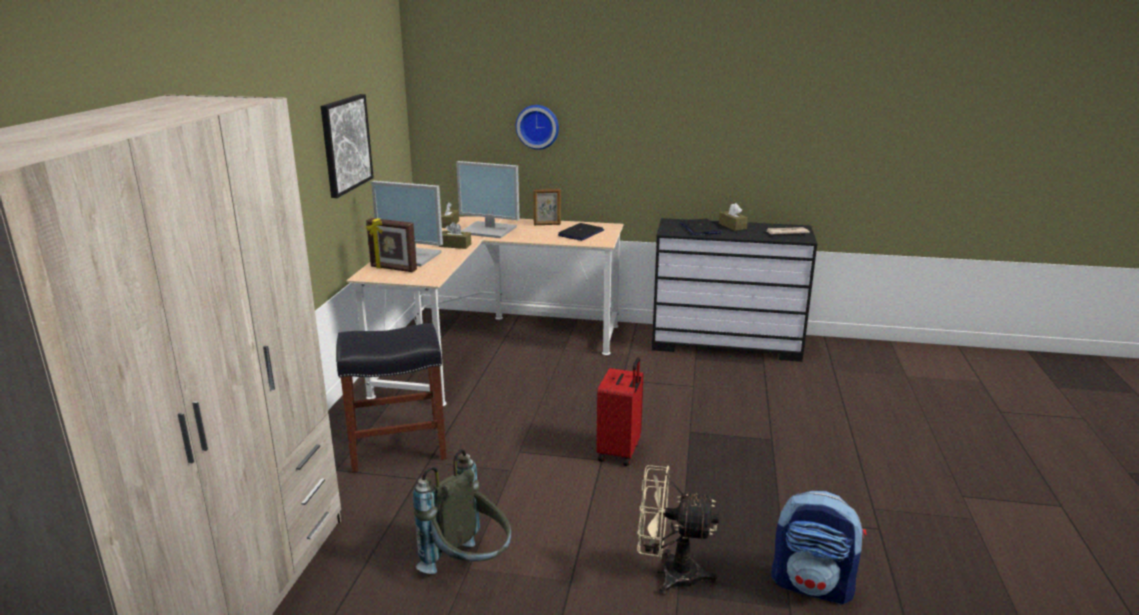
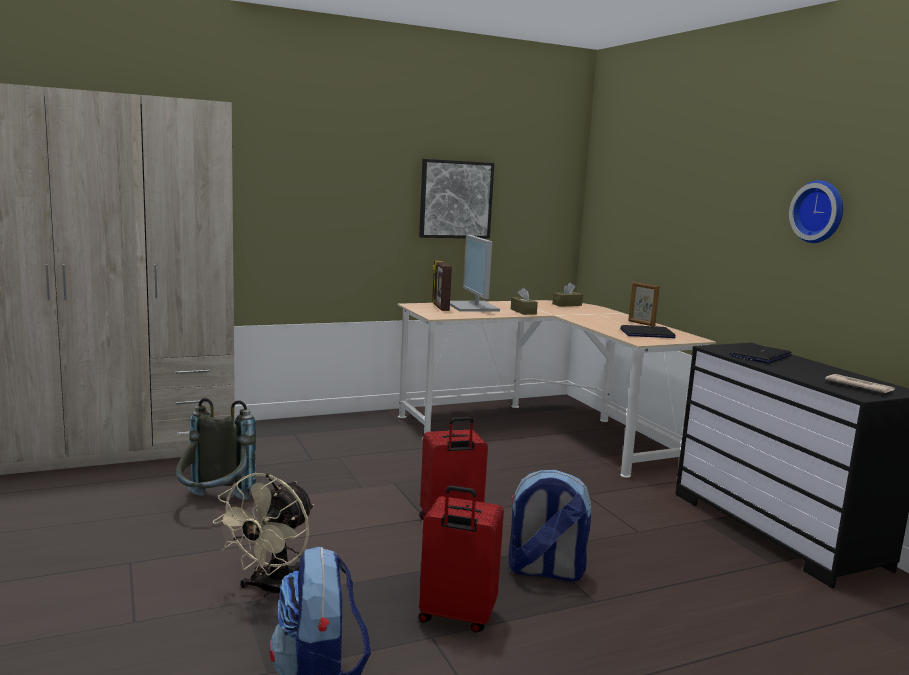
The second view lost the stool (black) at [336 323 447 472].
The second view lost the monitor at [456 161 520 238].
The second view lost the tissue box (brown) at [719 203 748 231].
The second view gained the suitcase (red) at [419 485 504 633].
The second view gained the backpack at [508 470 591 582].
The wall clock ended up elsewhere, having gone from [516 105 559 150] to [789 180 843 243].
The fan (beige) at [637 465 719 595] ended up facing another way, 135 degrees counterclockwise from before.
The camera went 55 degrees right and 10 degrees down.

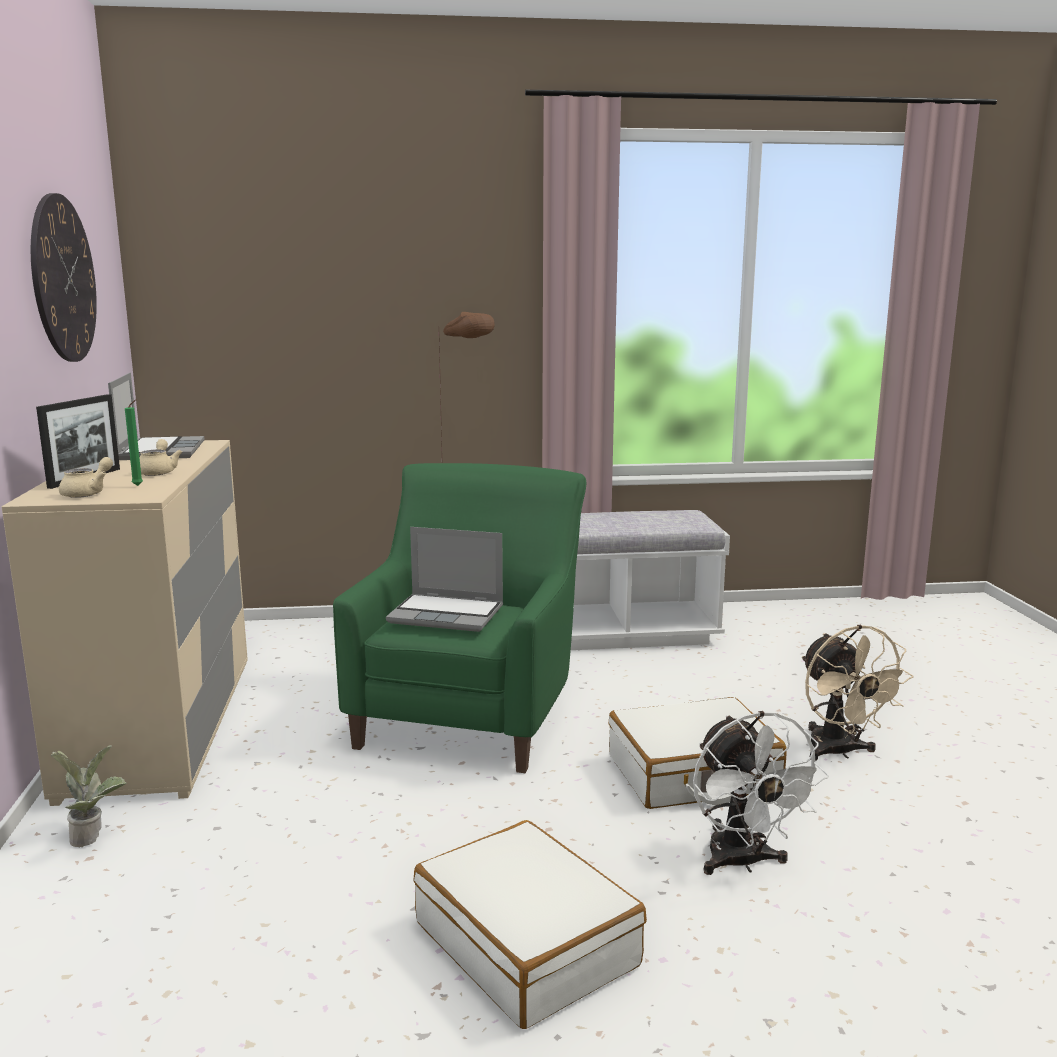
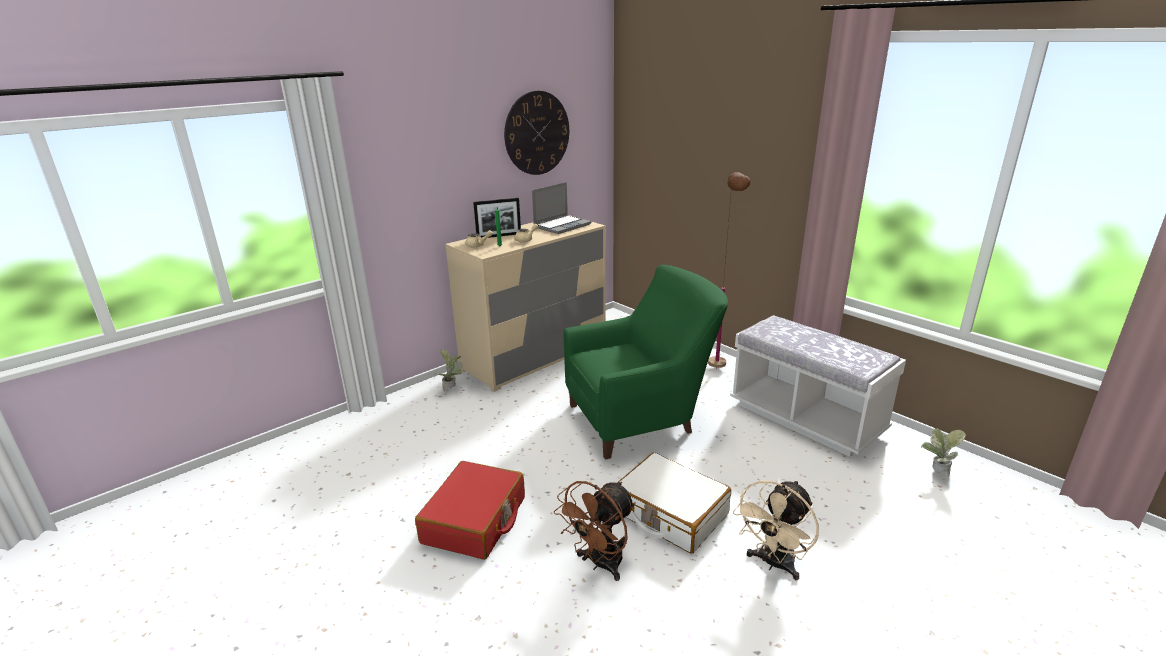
The second view lost the laptop at [386 527 503 632].
The second view gained the potted plant at [921 428 966 477].
What was the suitcase (white) at [413 820 647 1029] turned into the suitcase (red) at [415 461 525 560].
What was the fan (white) at [693 711 829 875] turned into the fan (brown) at [554 481 636 581].
The camera went 55 degrees right and 10 degrees up.

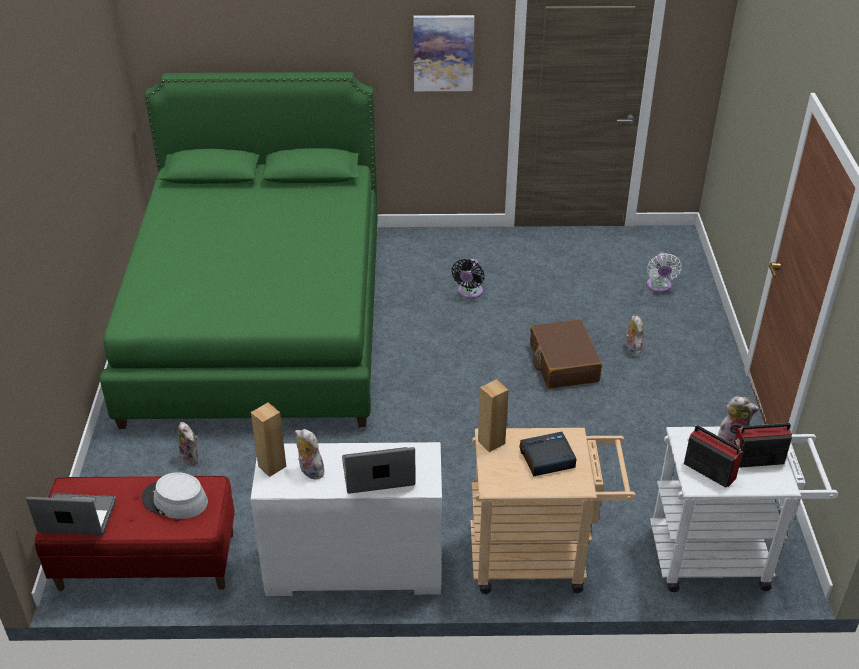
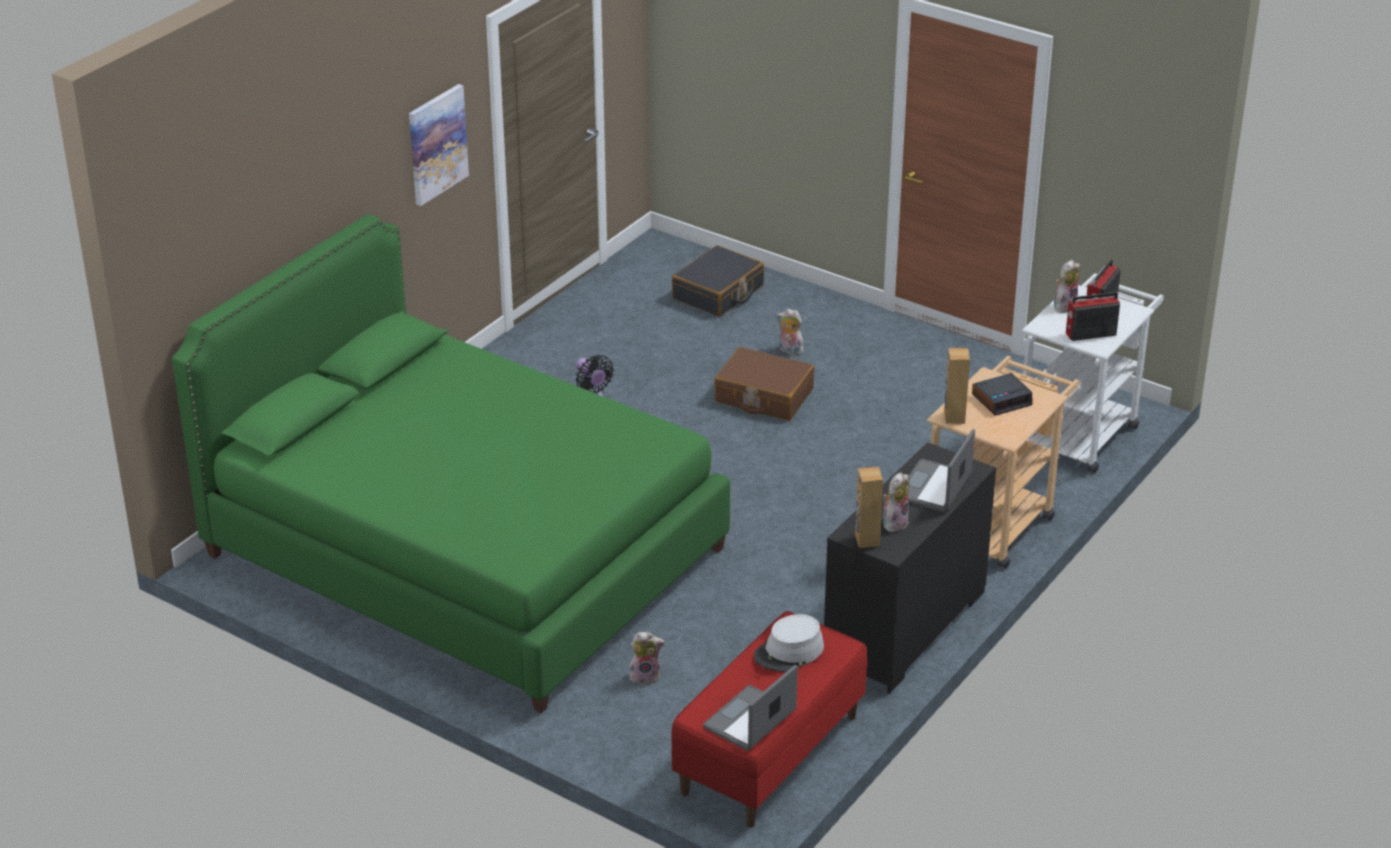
Where the fan (white) stood at [647 252 682 292], the suitcase (black) came to stand at [672 245 764 316].
What was the dresser (white) at [250 442 442 596] turned into the dresser (black) at [824 442 996 694].
The plush toy at [295 429 324 480] ended up facing another way, 135 degrees clockwise from before.
The alarm clock at [519 432 576 477] ended up facing another way, 135 degrees counterclockwise from before.
The camera went 55 degrees left and 5 degrees down.

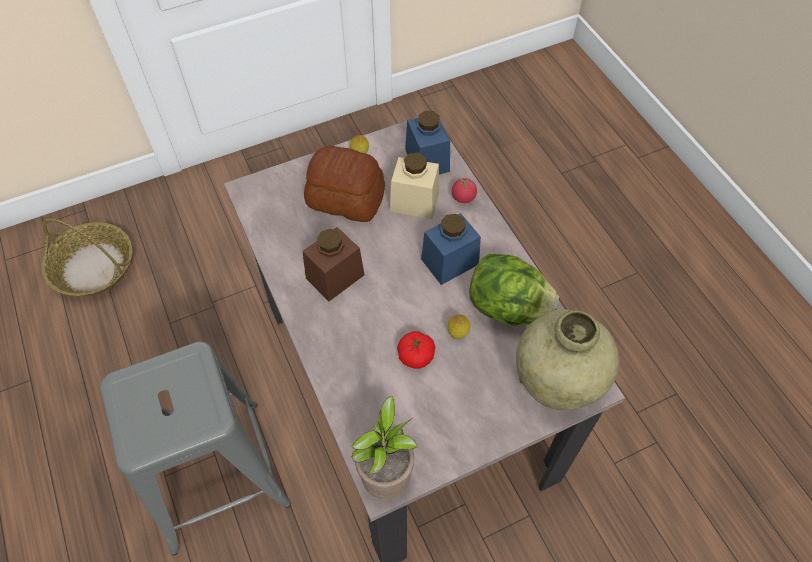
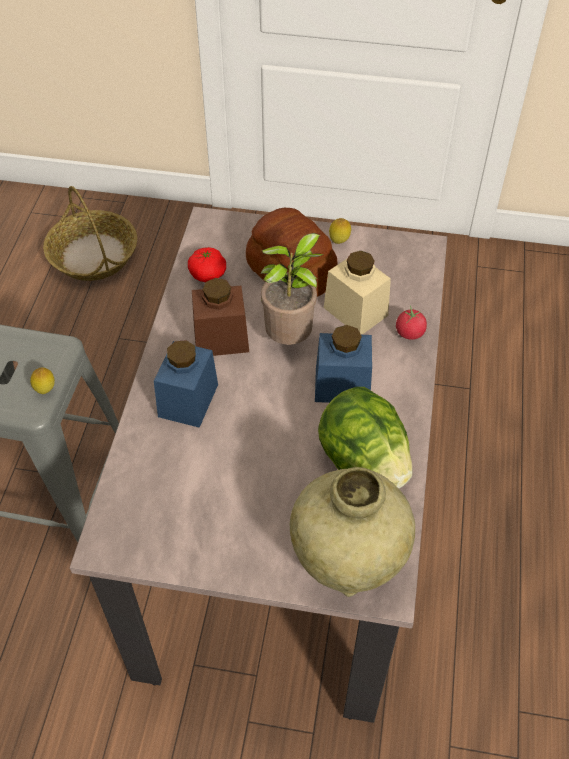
The potted plant ended up elsewhere, having gone from [351 396 418 499] to [261 233 323 345].
The tomato ended up elsewhere, having gone from [397 331 435 369] to [188 247 226 282].
The jar (blue) ended up elsewhere, having gone from [405 111 450 175] to [154 340 218 428].
The lemon ended up elsewhere, having gone from [448 315 470 339] to [30 368 55 394].
The camera went 35 degrees right and 5 degrees down.

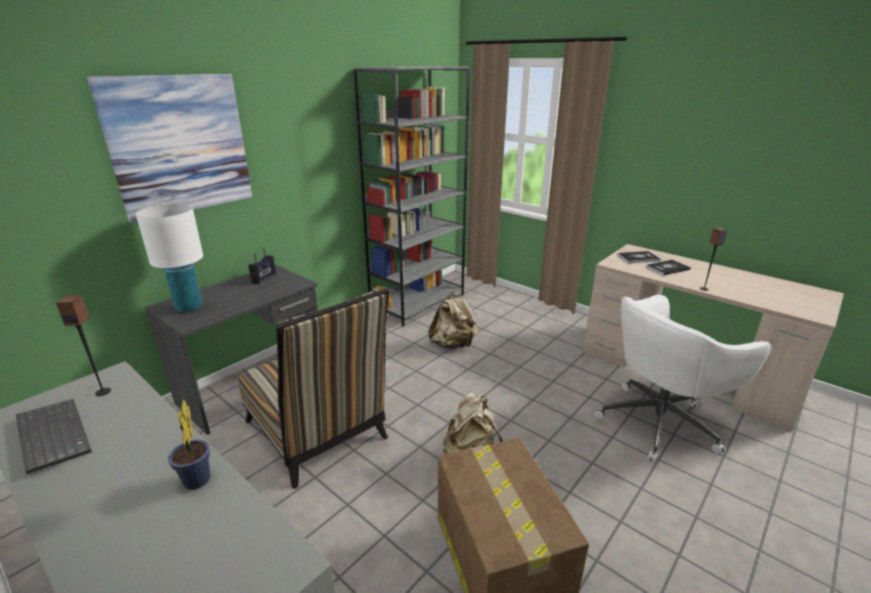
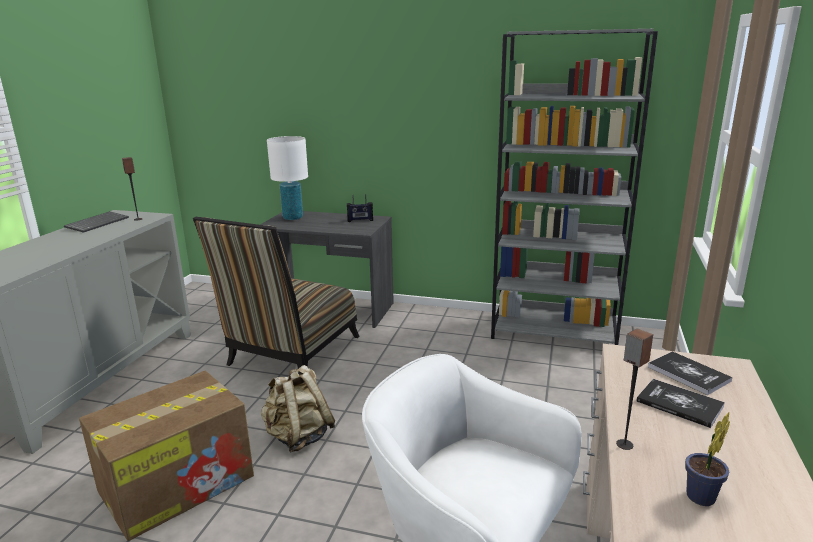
The second view lost the picture at [87 74 252 223].
The second view lost the backpack (beige) at [428 292 478 349].
The potted plant ended up elsewhere, having gone from [168 399 210 490] to [685 412 730 506].
The camera went 65 degrees right and 5 degrees down.

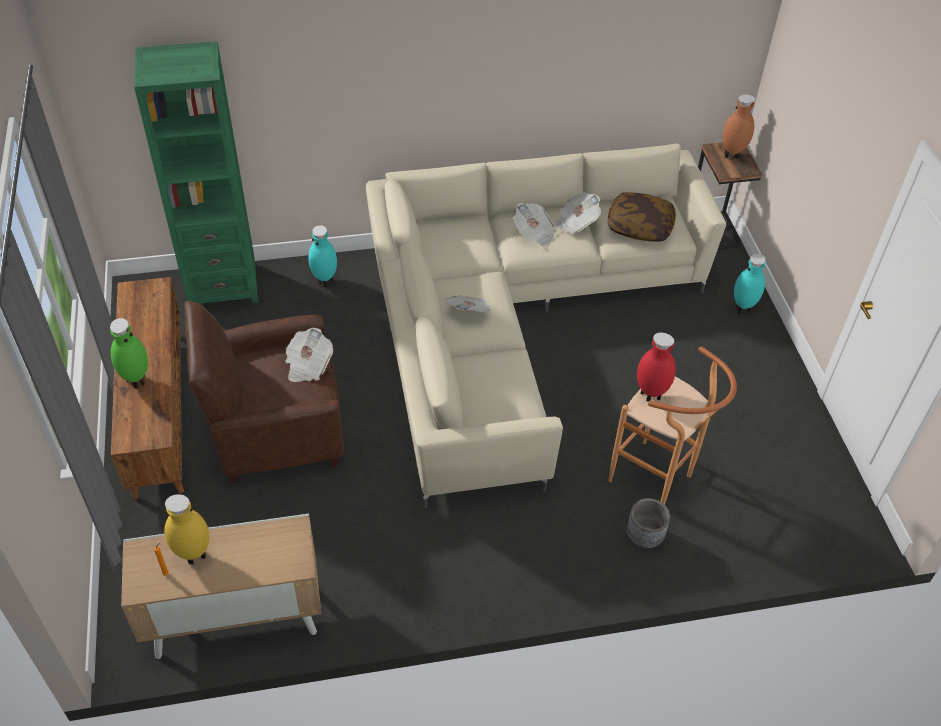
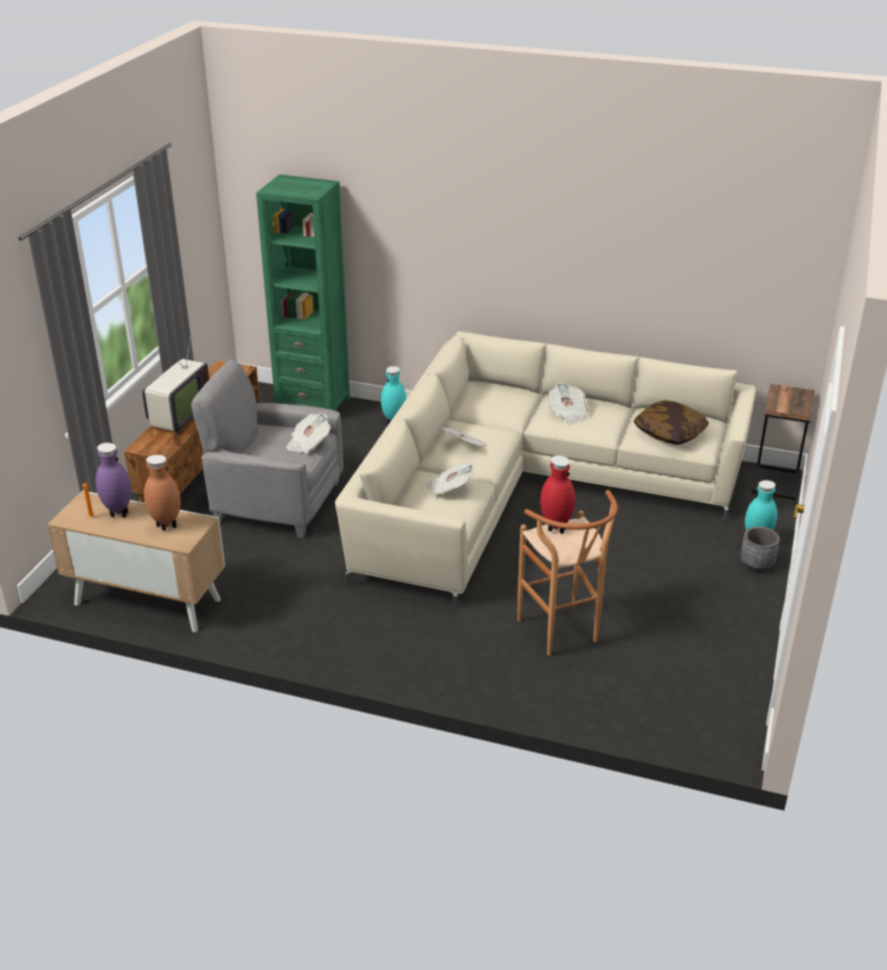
The newspaper ended up elsewhere, having gone from [554 192 601 235] to [426 461 474 497].
The planter (grey) ended up elsewhere, having gone from [627 498 670 548] to [741 527 780 573].
The vase (brown) ended up elsewhere, having gone from [723 94 755 159] to [144 455 181 531].
Where the vase (green) stood at [110 318 148 389], the television came to stand at [142 328 209 434].
What was the vase (yellow) at [165 494 209 565] turned into the vase (purple) at [96 443 132 518].
What was the armchair (brown) at [184 301 344 484] turned into the armchair (grey) at [191 360 343 538].
The camera went 30 degrees right and 15 degrees down.

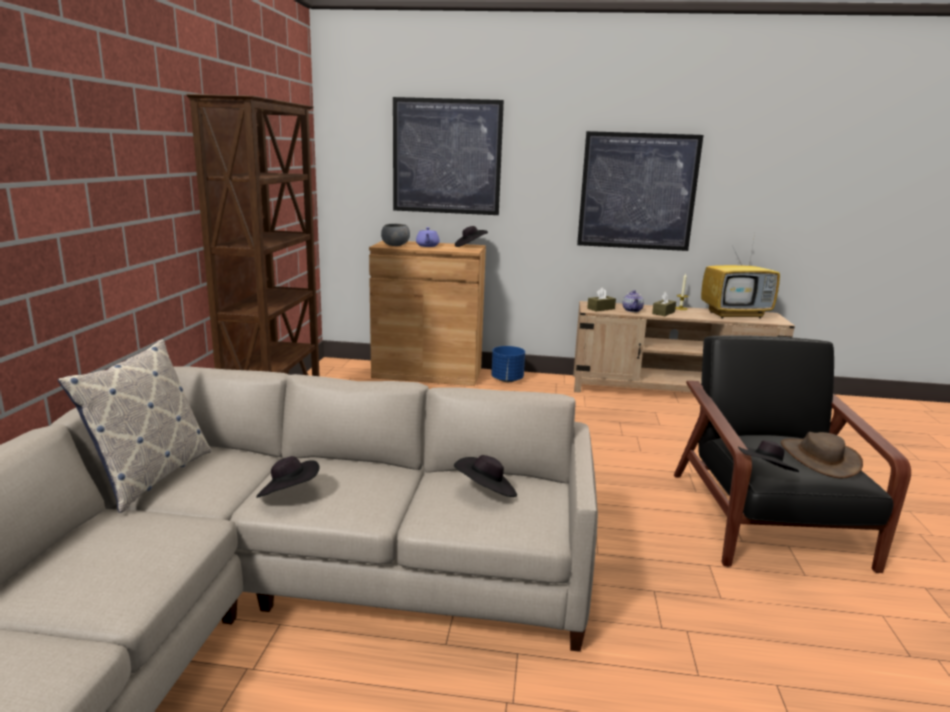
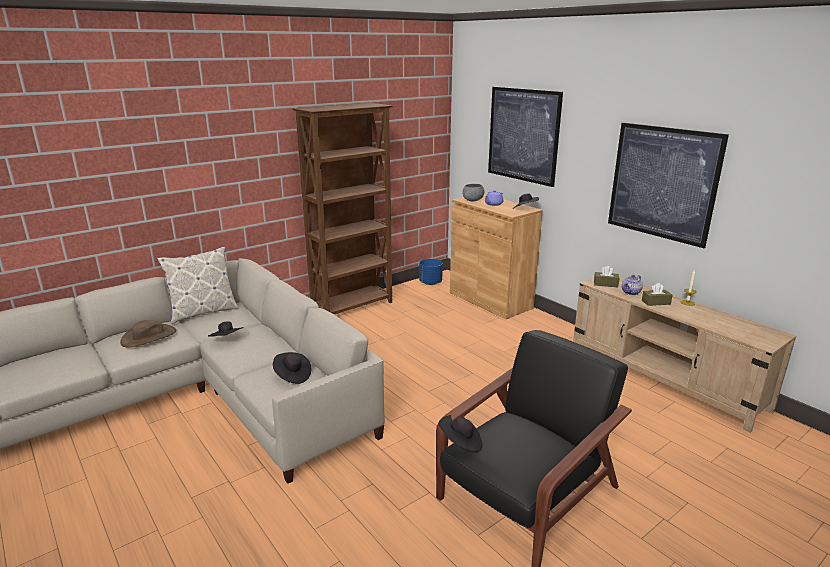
The second view lost the television at [701 234 780 318].
The planter (blue) ended up elsewhere, having gone from [491 346 525 382] to [419 259 443 285].
The hat (brown) ended up elsewhere, having gone from [781 432 863 478] to [120 320 176 347].
The camera went 45 degrees right and 5 degrees up.

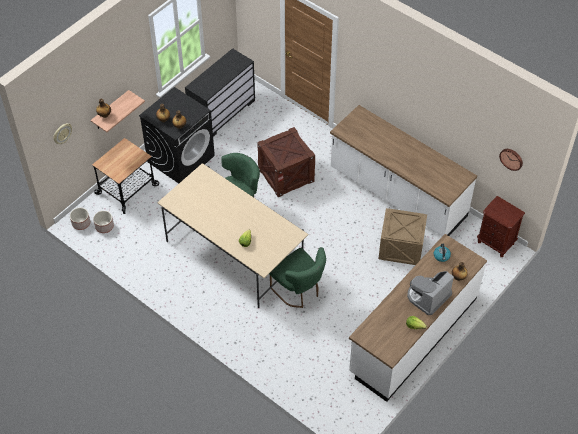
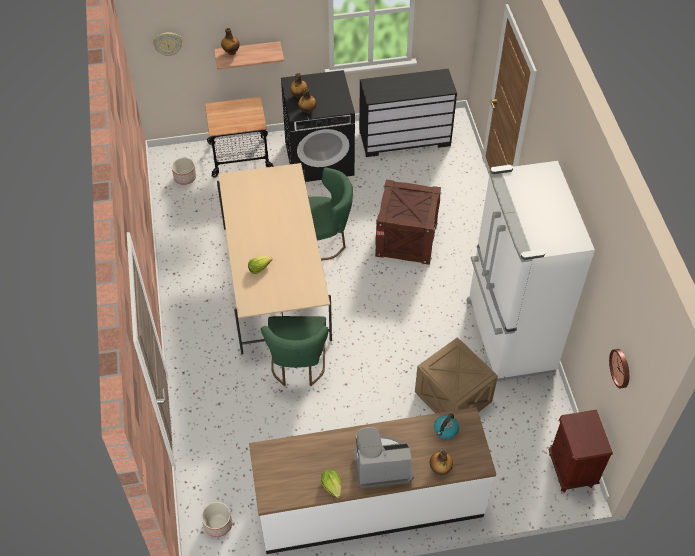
The planter ended up elsewhere, having gone from [70 208 90 230] to [201 502 232 537].
Where the counter (white) stood at [330 105 477 236], the fridge (white) came to stand at [467 161 595 381].
The camera went 40 degrees right and 0 degrees up.

